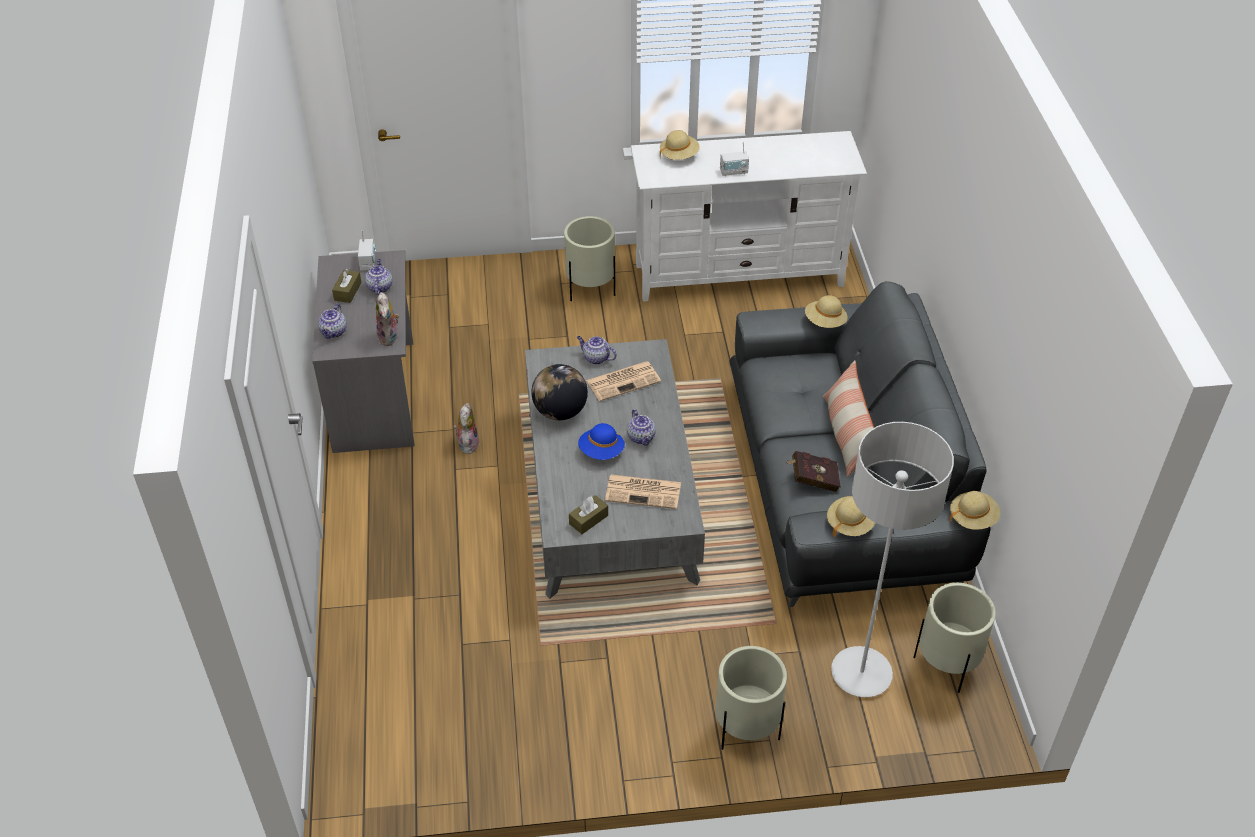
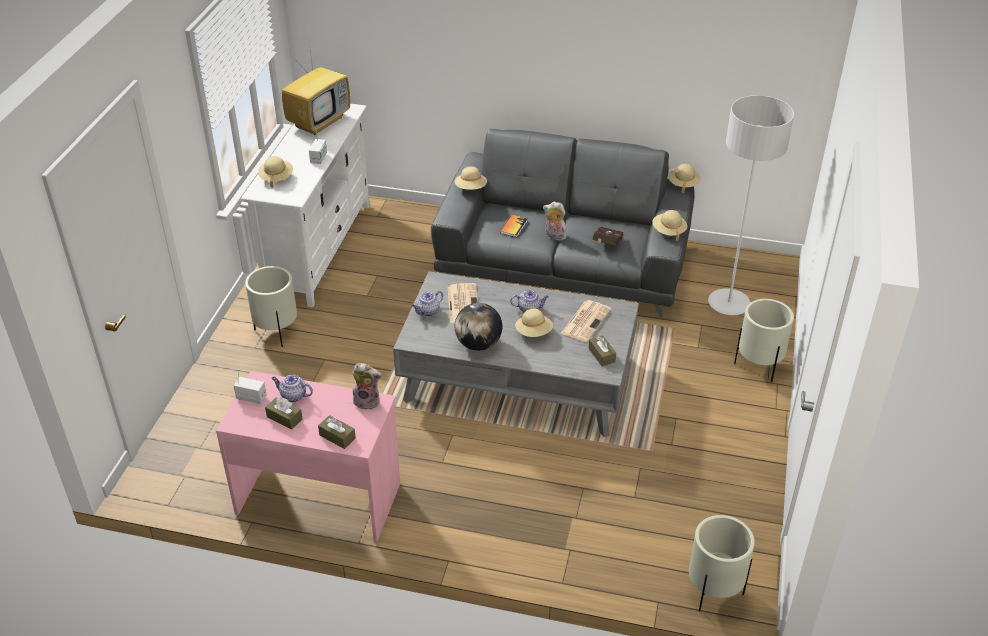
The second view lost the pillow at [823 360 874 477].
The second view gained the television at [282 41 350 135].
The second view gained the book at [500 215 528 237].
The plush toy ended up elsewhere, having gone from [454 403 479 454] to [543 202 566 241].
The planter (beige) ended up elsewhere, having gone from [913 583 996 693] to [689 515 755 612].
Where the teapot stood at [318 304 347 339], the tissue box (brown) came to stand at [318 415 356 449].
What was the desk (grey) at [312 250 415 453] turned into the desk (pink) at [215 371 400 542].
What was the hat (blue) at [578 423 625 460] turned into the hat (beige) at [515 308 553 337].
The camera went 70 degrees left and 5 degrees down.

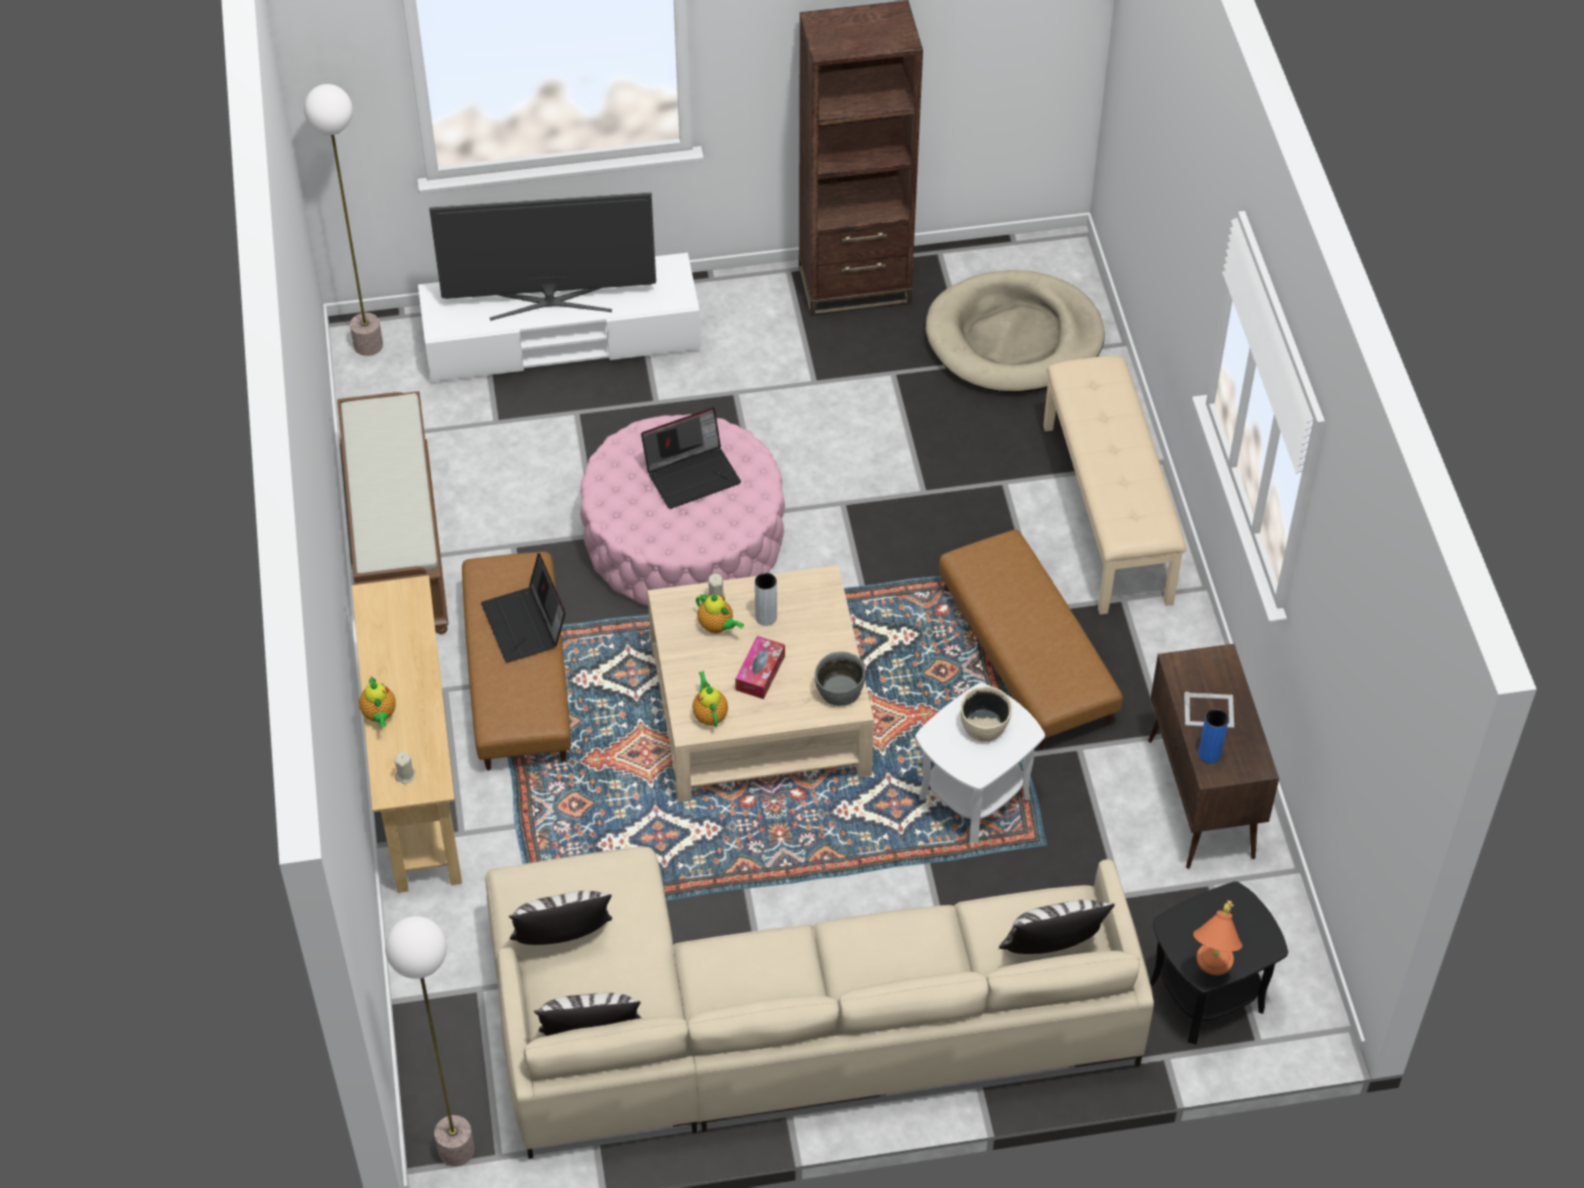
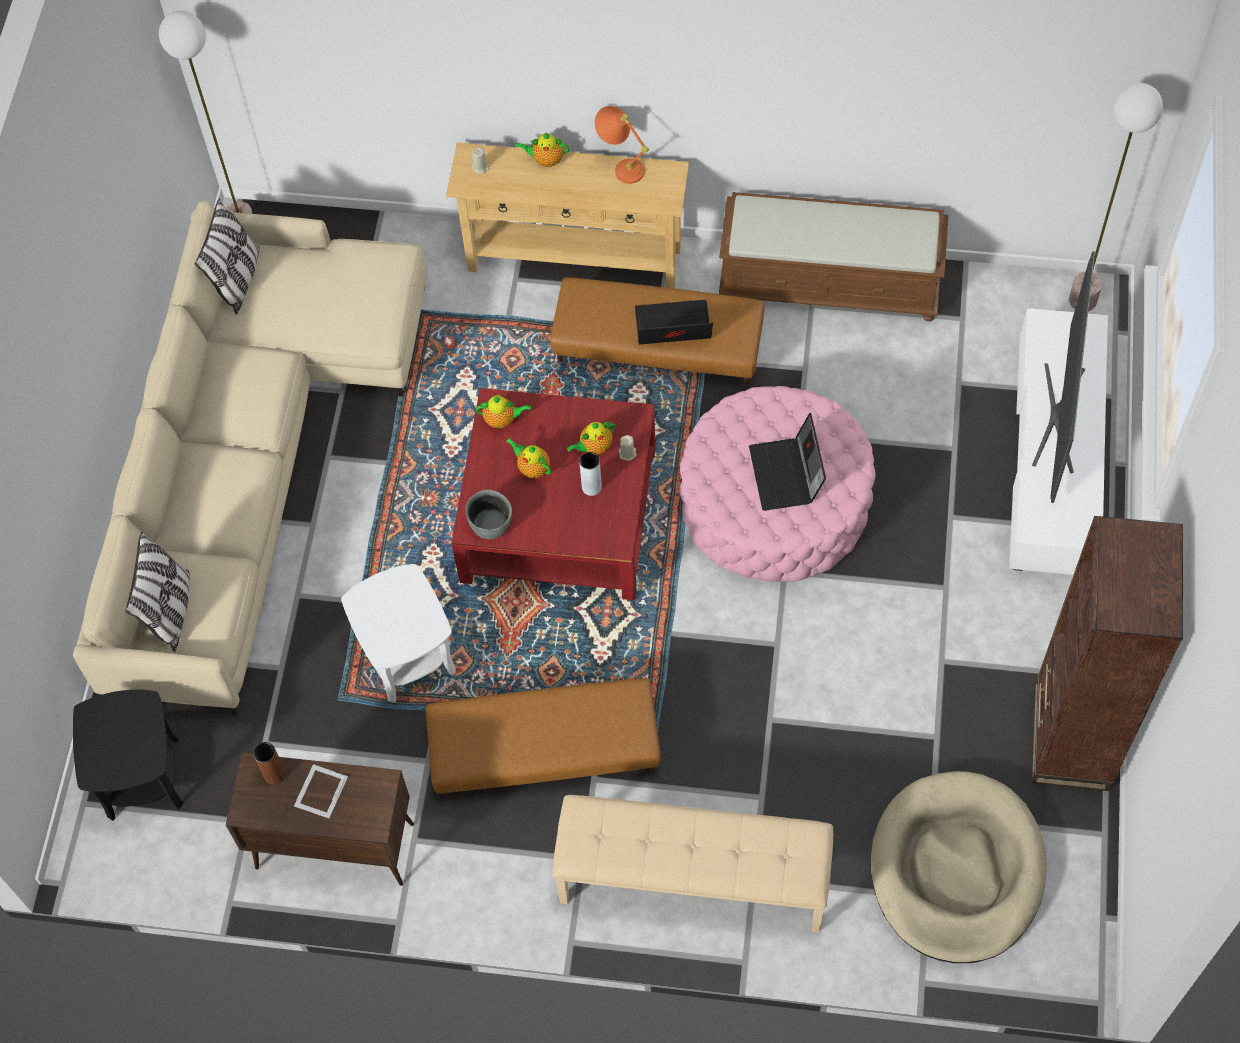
The second view lost the pillow at [509 891 612 945].
The second view lost the bowl (beige) at [960 686 1012 742].
The table lamp (orange) ended up elsewhere, having gone from [1193 900 1242 975] to [595 106 649 184].
Where the tissue box stood at [735 636 785 699], the teapot came to stand at [507 438 551 478].
What was the coffee table (beige) at [648 565 874 803] turned into the coffee table (red) at [451 388 656 600].
What was the vase (blue) at [1198 709 1229 763] turned into the vase (brown) at [253 742 285 784].
The camera went 110 degrees right and 10 degrees up.

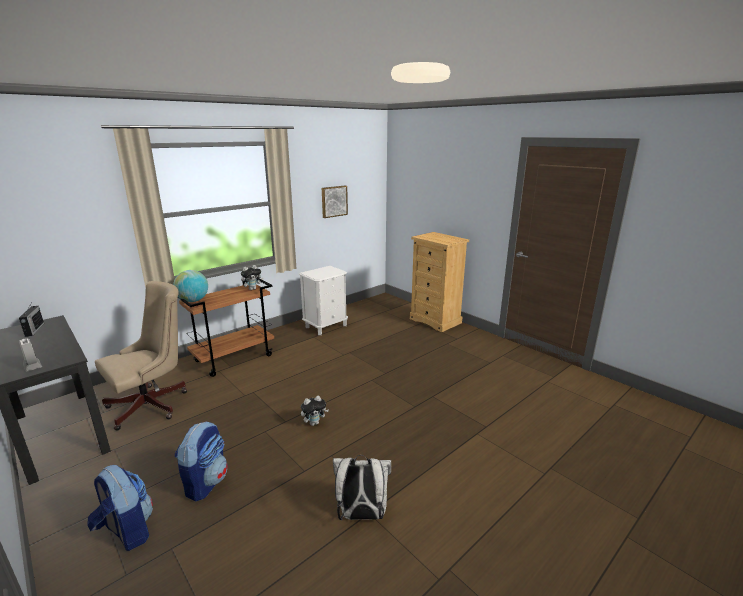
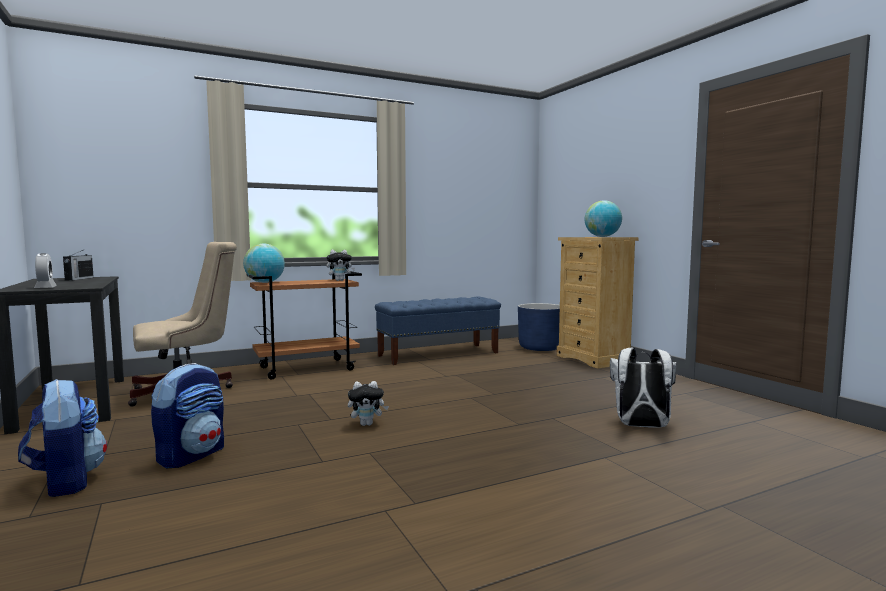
The second view lost the picture at [322 186 348 218].
The second view gained the planter (blue) at [518 303 560 351].
The second view gained the globe at [585 200 622 237].
The backpack (white) ended up elsewhere, having gone from [333 455 391 521] to [610 348 676 428].
Where the nightstand (white) stood at [299 266 348 335], the bench (blue) came to stand at [375 297 501 365].
The camera went 15 degrees right and 15 degrees down.

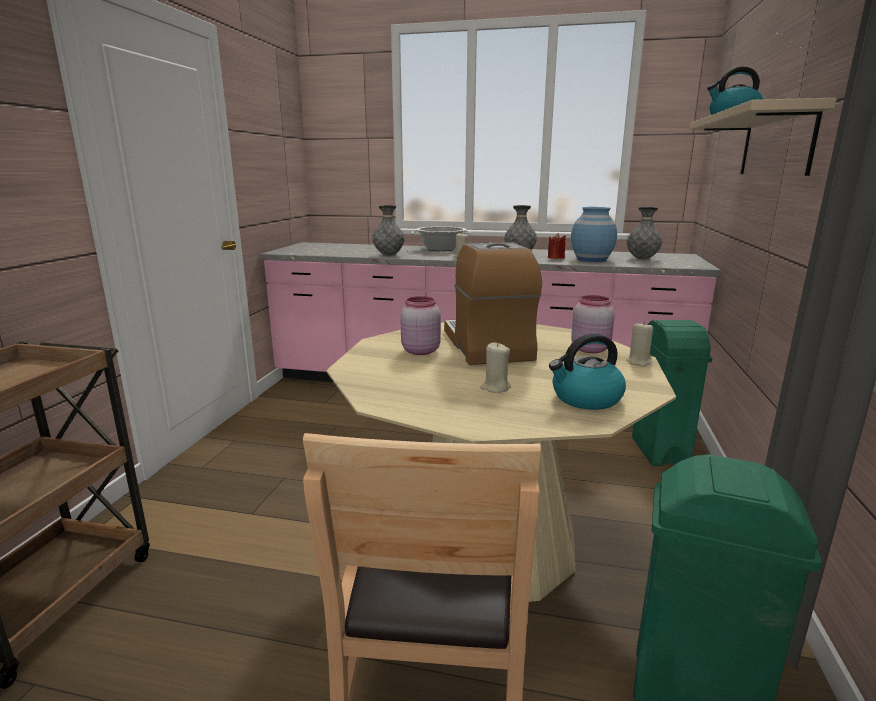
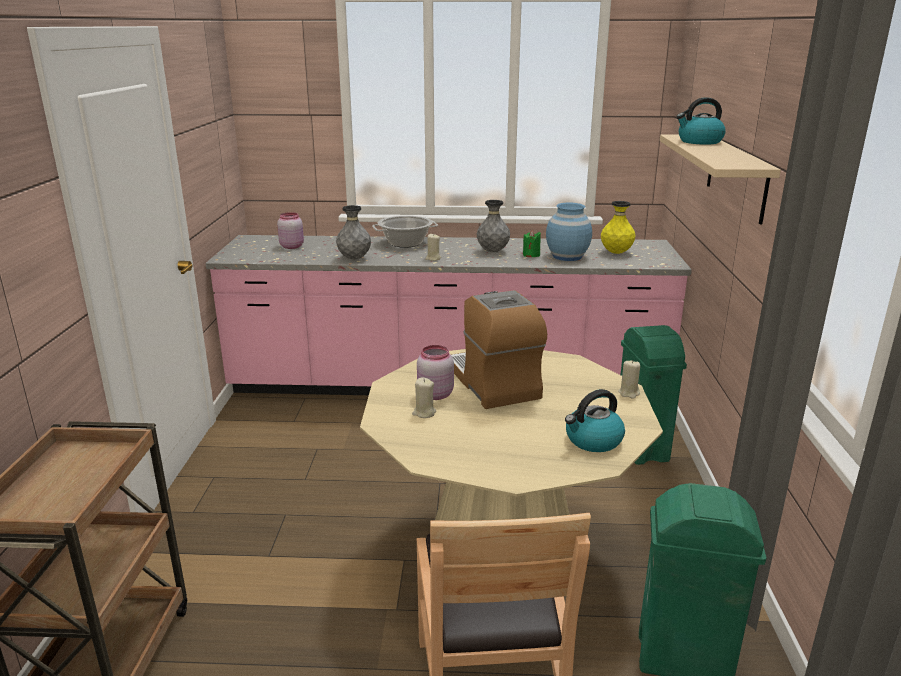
The candle (beige) ended up elsewhere, having gone from [480 342 511 393] to [412 377 436 418].
The jar (pink) ended up elsewhere, having gone from [571 295 615 353] to [277 212 304 249].
What was the candle (red) at [548 233 566 259] turned into the candle (green) at [523 230 541 257].
What was the vase (grey) at [627 207 662 259] turned into the vase (yellow) at [601 201 636 254].
The camera went 10 degrees left and 5 degrees up.

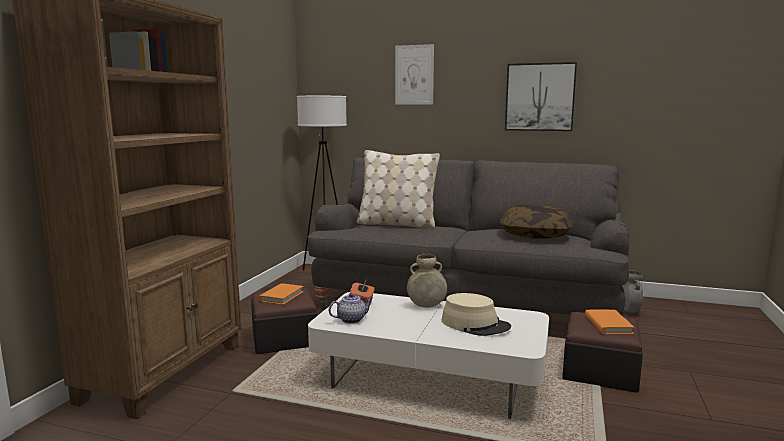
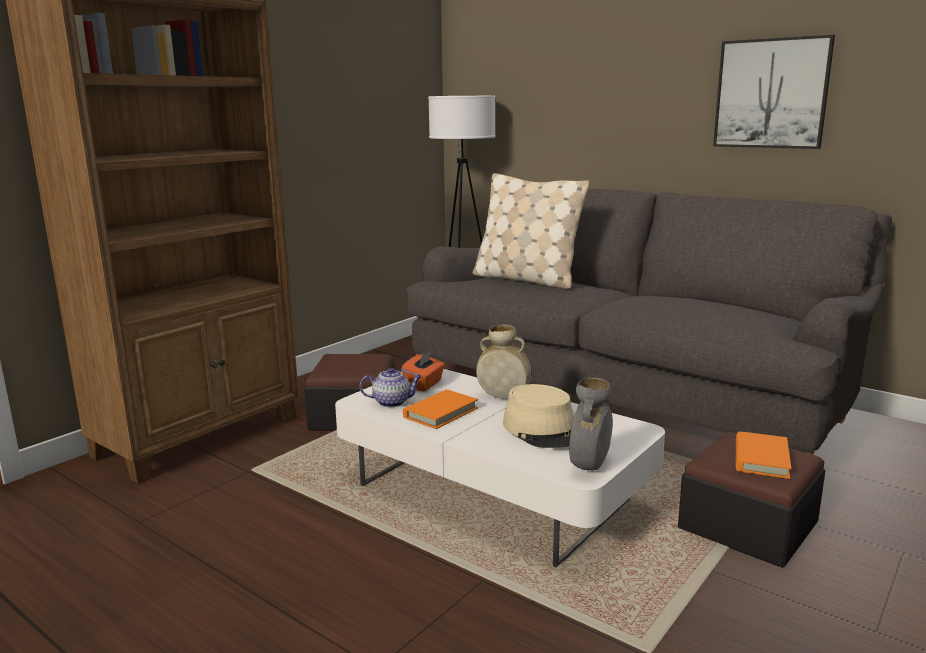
The second view lost the picture at [395 44 434 105].
The second view lost the pillow at [500 205 573 238].
The book (orange) ended up elsewhere, having gone from [259 283 304 305] to [403 390 478 429].
The vase (grey) ended up elsewhere, having gone from [622 270 643 313] to [569 377 613 470].
The camera went 20 degrees right and 5 degrees up.

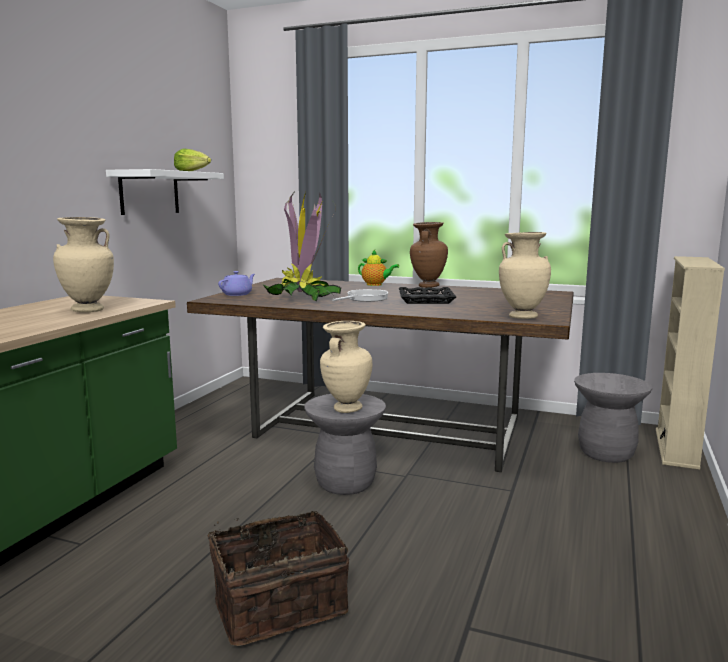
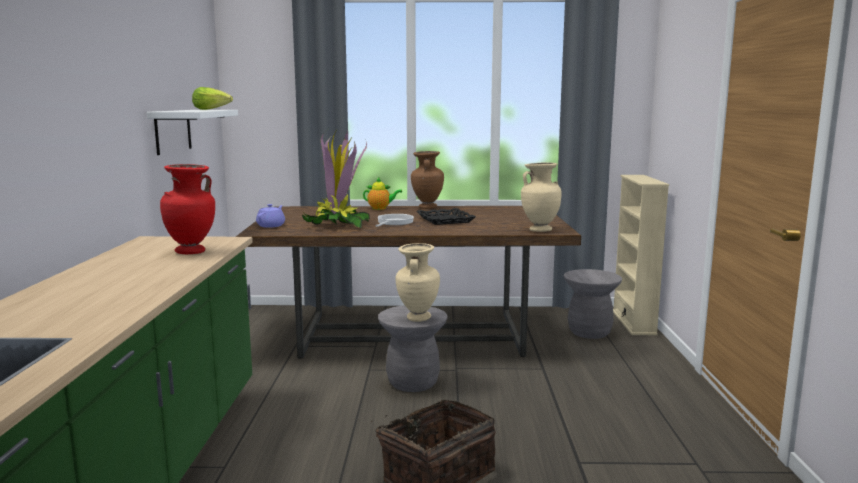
What was the vase (beige) at [53 217 114 312] turned into the vase (red) at [160 164 215 254].
The camera went 20 degrees left and 0 degrees up.

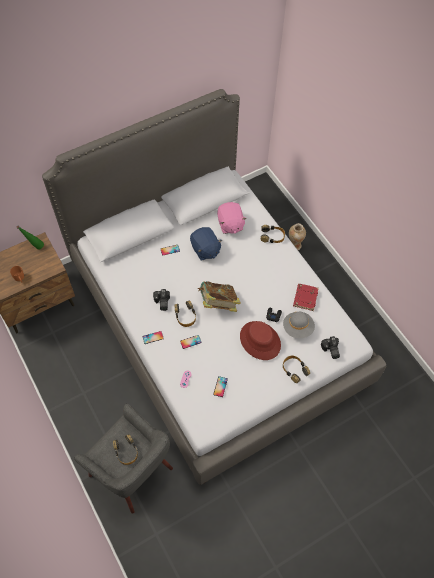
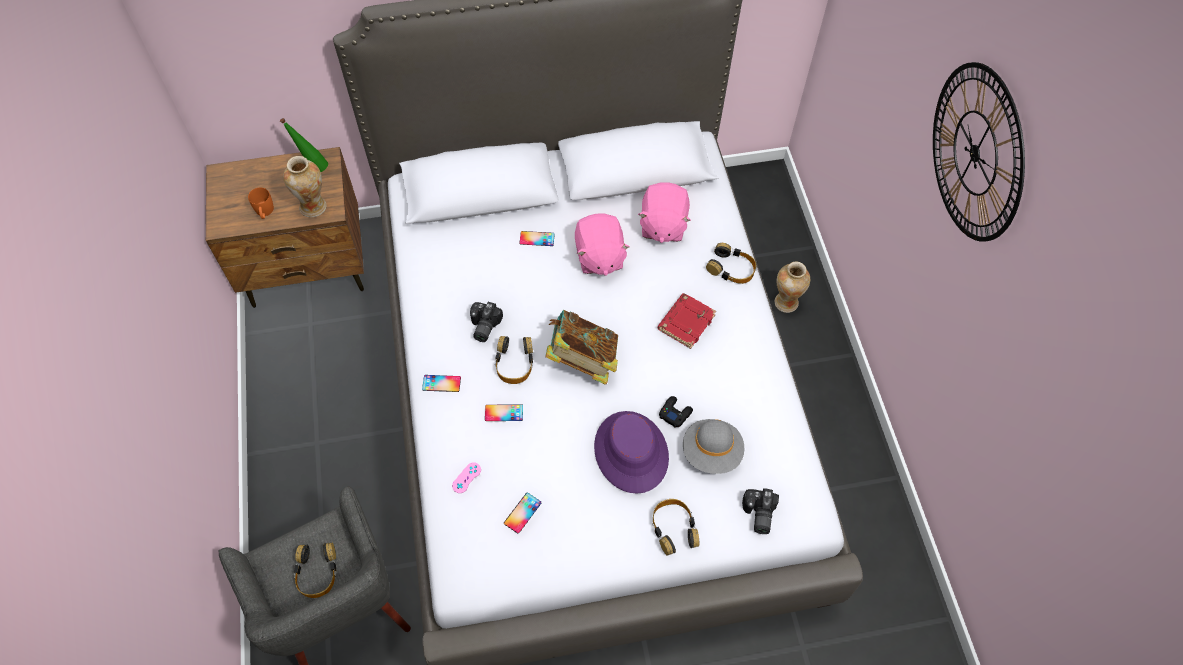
The second view gained the vase at [283 156 327 217].
The second view gained the wall clock at [933 62 1025 242].
The book (red) ended up elsewhere, having gone from [293 284 319 311] to [658 293 716 349].
What was the plush toy (blue) at [190 227 222 260] turned into the plush toy (pink) at [575 213 630 276].
What was the hat (red) at [240 321 281 360] turned into the hat (purple) at [594 411 669 494].
The camera went 20 degrees right and 0 degrees up.

